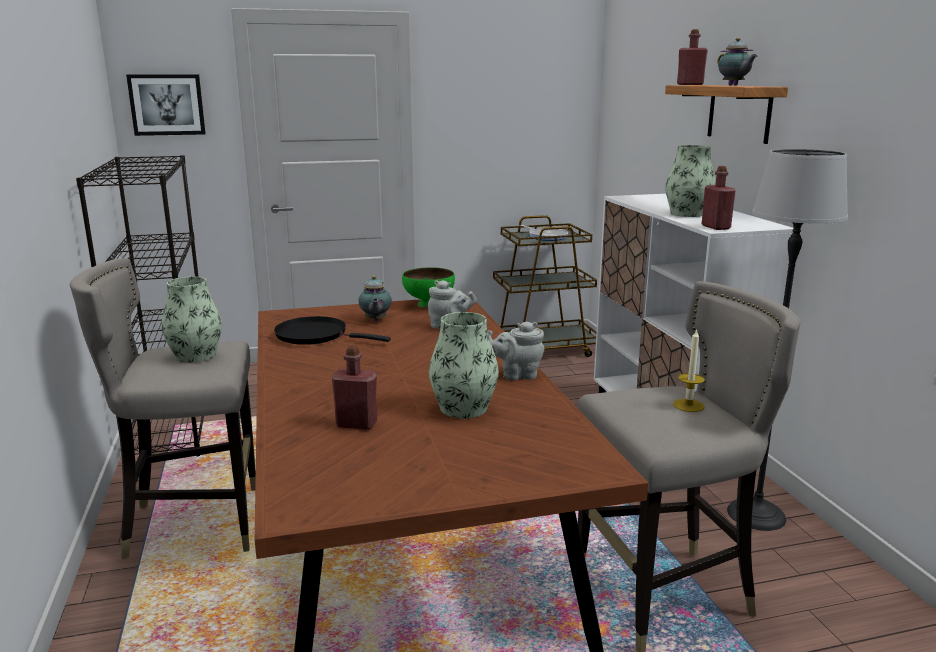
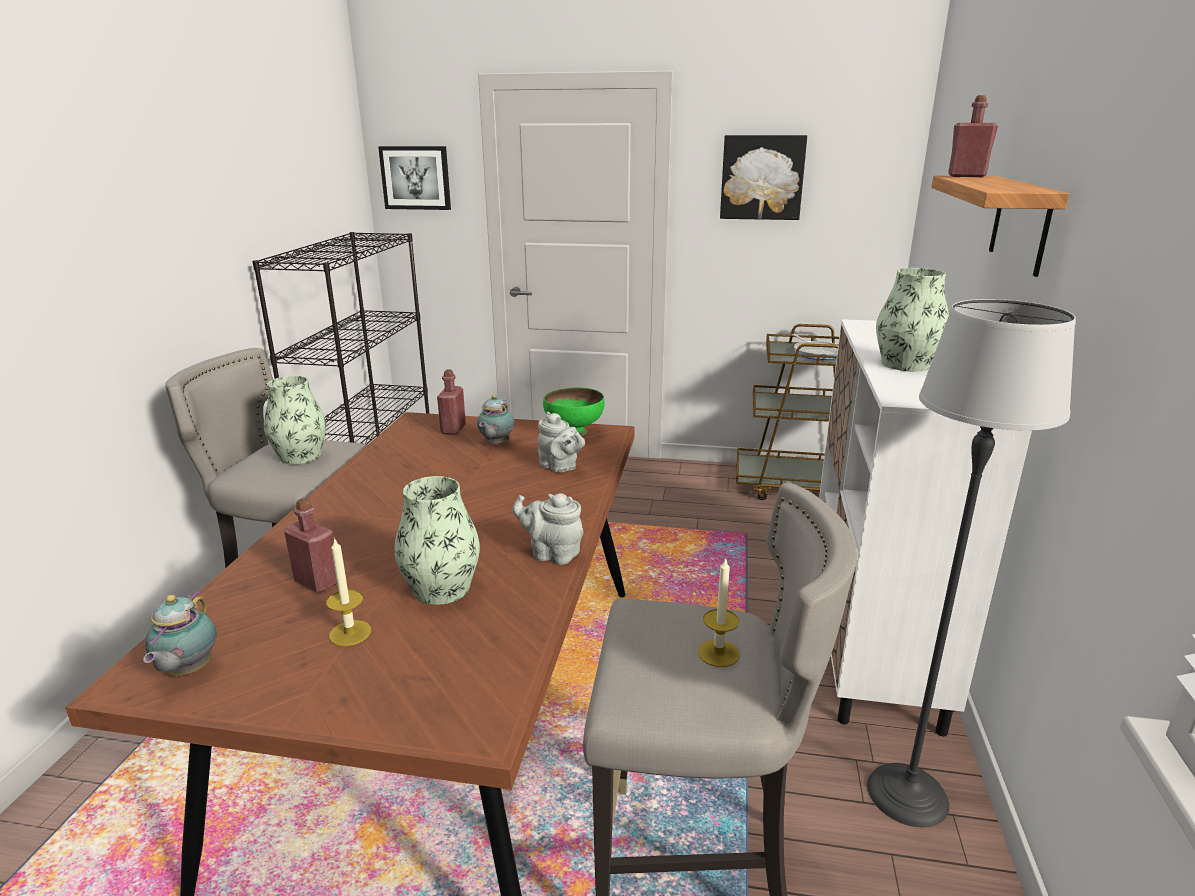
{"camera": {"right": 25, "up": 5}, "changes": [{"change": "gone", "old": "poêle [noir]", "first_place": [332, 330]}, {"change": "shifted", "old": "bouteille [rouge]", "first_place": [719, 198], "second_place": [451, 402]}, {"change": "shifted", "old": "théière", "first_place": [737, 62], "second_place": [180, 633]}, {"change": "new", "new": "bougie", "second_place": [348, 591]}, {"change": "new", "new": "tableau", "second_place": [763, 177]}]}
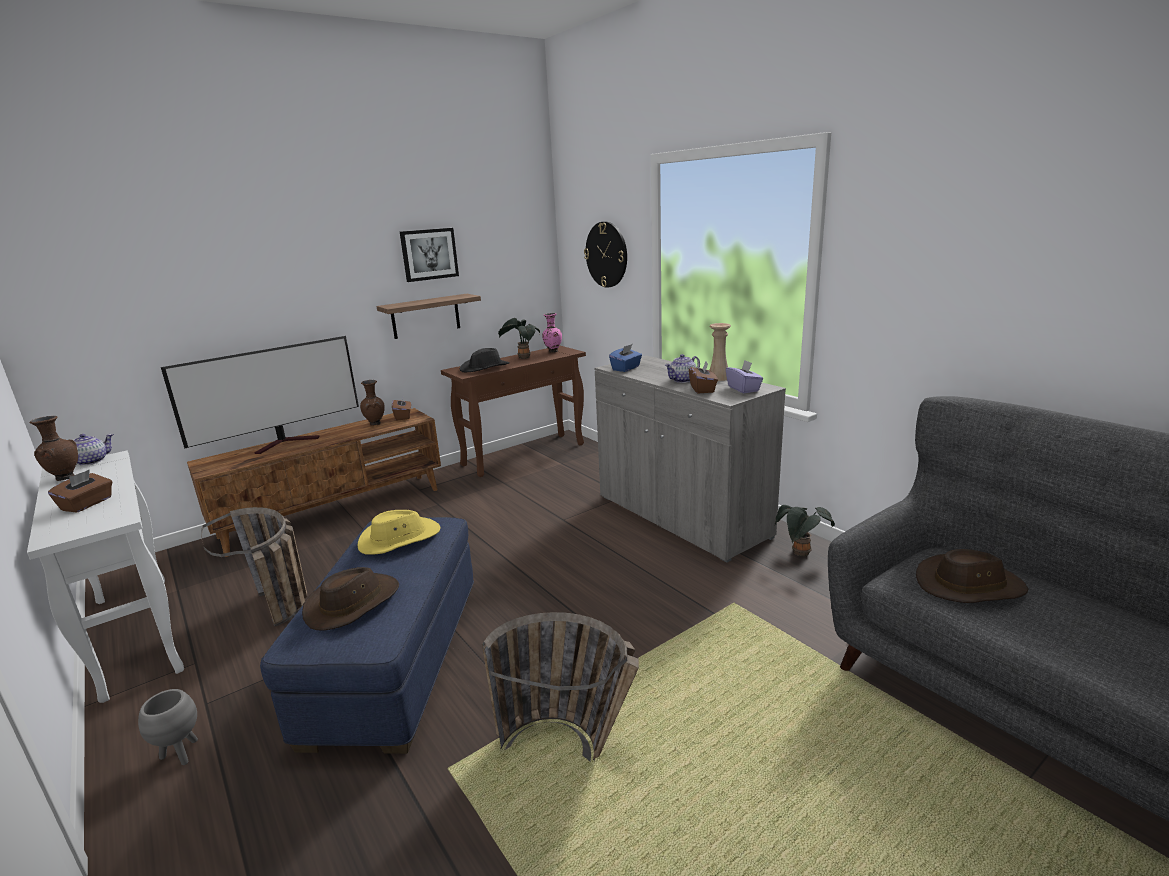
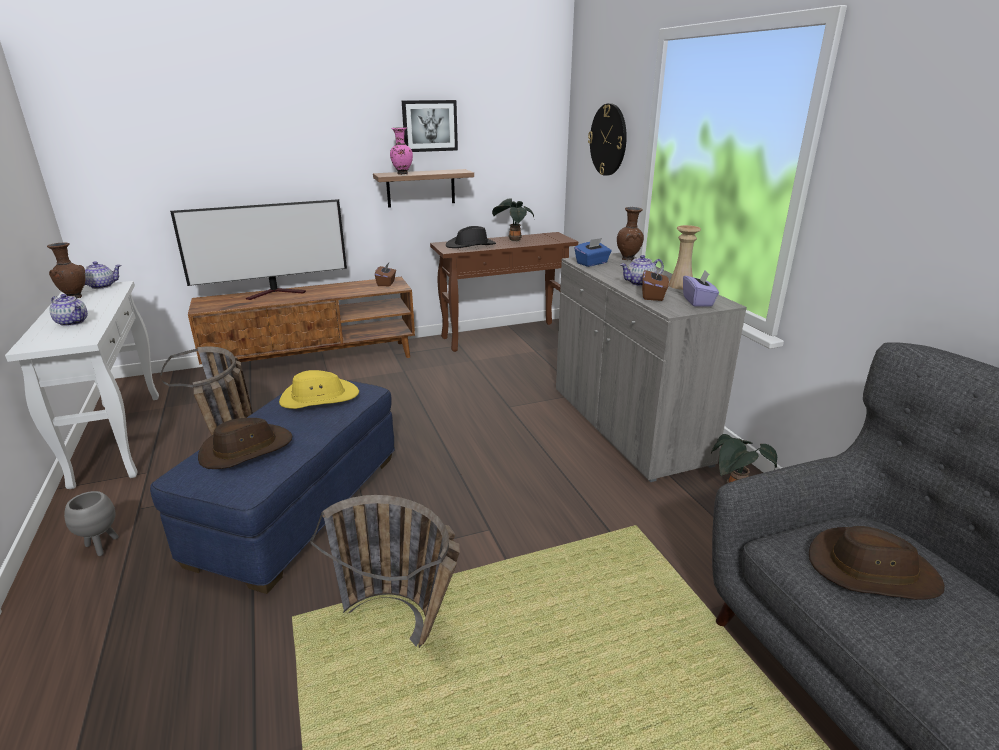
{"camera": {"right": 15, "up": 5}, "changes": [{"change": "swapped", "old": "boîte à mouchoirs [marron]", "new": "théière", "first_place": [80, 491], "second_place": [68, 310]}, {"change": "shifted", "old": "vase [marron]", "first_place": [372, 403], "second_place": [630, 234]}, {"change": "shifted", "old": "vase [rose]", "first_place": [552, 333], "second_place": [401, 151]}]}
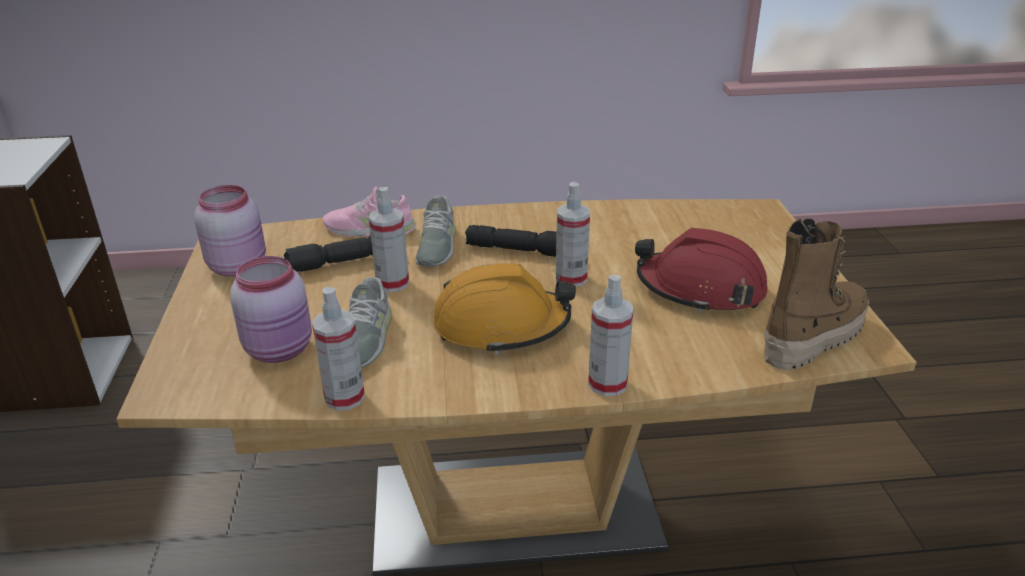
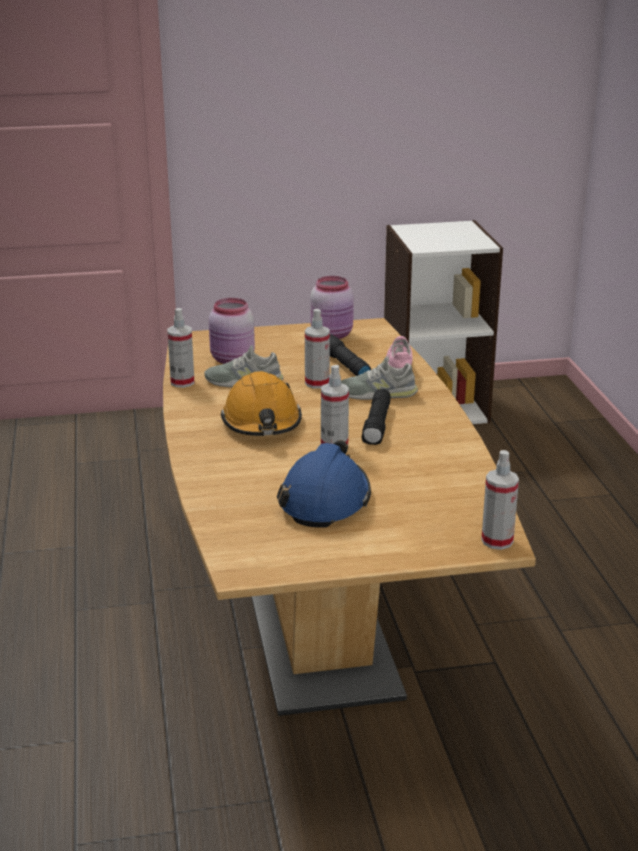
{"camera": {"right": 85, "up": -5}, "changes": [{"change": "shifted", "old": "vaporisateur", "first_place": [611, 335], "second_place": [500, 500]}, {"change": "repainted", "old": "casque de chantier [rouge]", "new": "casque de chantier [bleu]", "first_place": [701, 270], "second_place": [324, 484]}, {"change": "gone", "old": "botte", "first_place": [816, 294]}]}
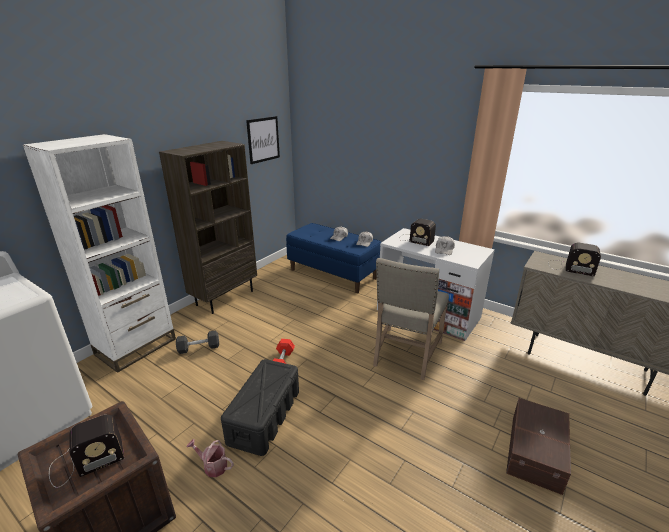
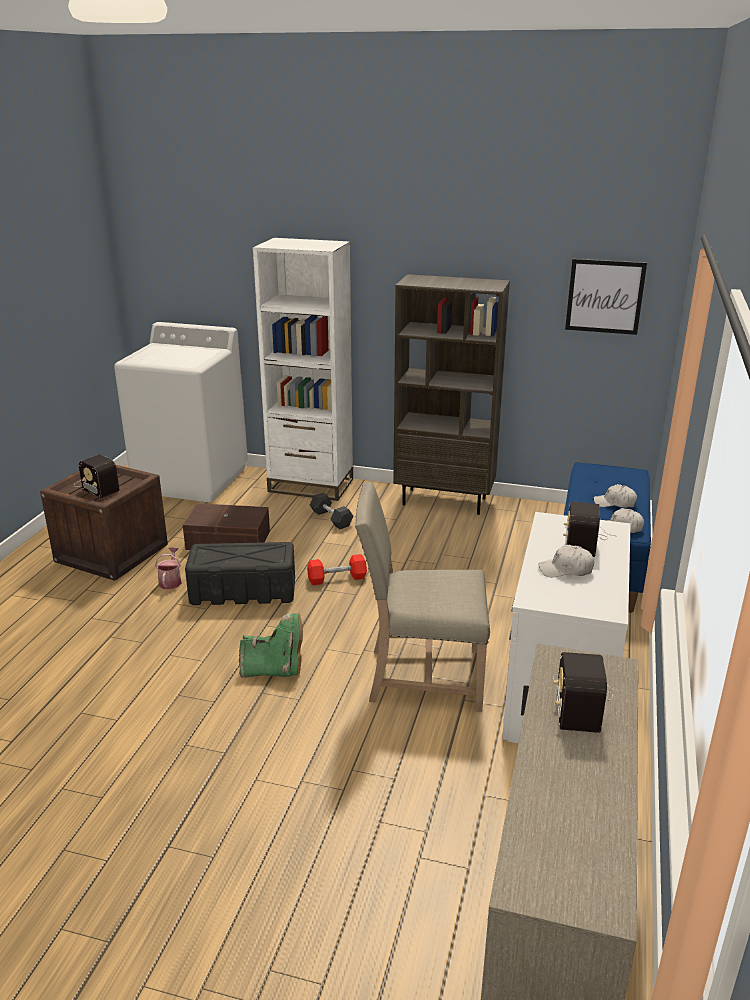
{"camera": {"right": 70, "up": 0}, "changes": [{"change": "shifted", "old": "boîte de rangement [marron]", "first_place": [538, 446], "second_place": [226, 526]}, {"change": "new", "new": "botte [vert]", "second_place": [271, 645]}]}
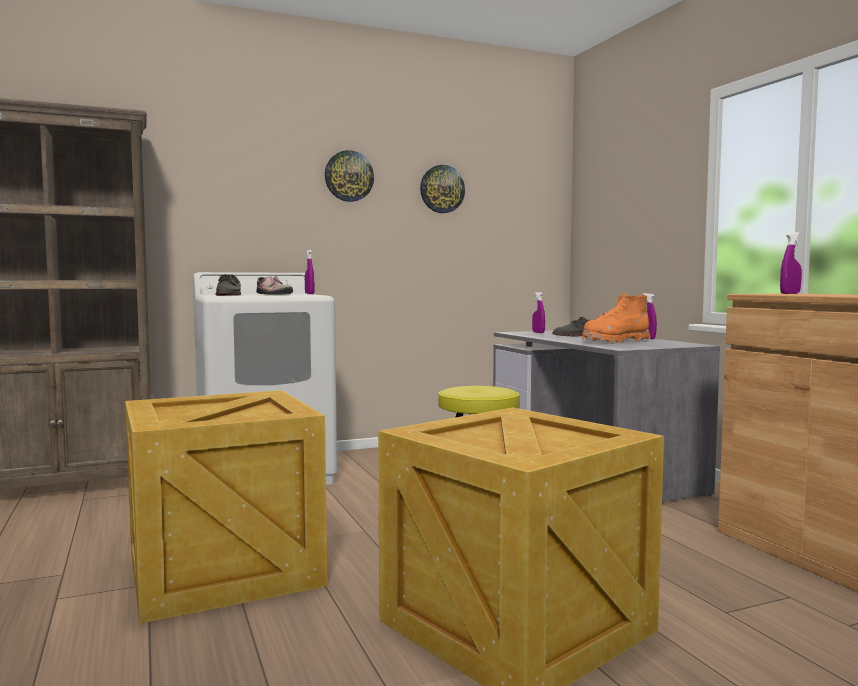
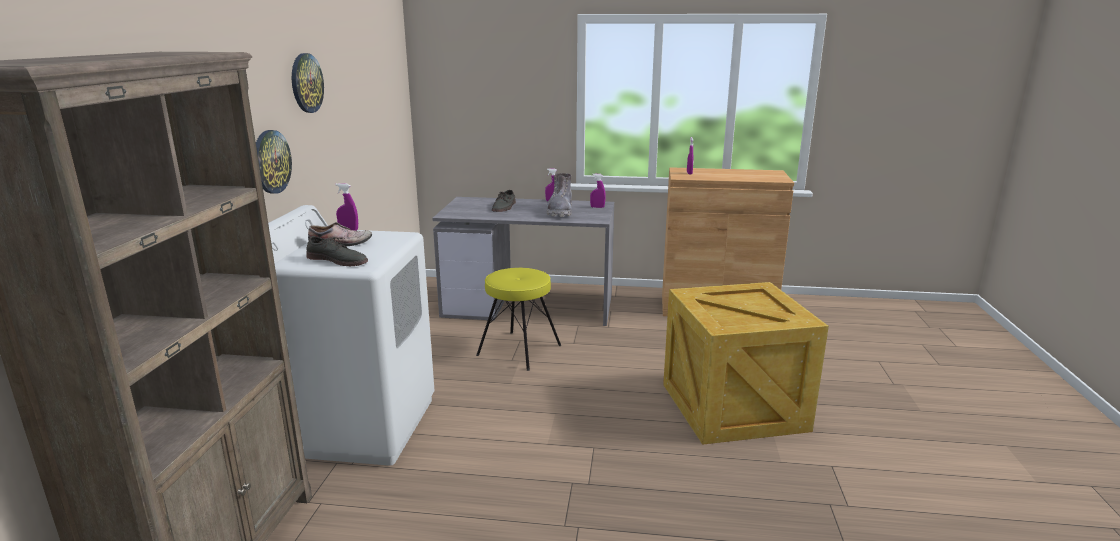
{"camera": {"right": -60, "up": 15}, "changes": [{"change": "gone", "old": "caisse", "first_place": [226, 506]}, {"change": "shifted", "old": "horloge murale", "first_place": [442, 189], "second_place": [274, 162]}, {"change": "shifted", "old": "vaporisateur [violet]", "first_place": [538, 312], "second_place": [598, 191]}, {"change": "repainted", "old": "botte [orange]", "new": "botte [gris]", "first_place": [616, 318], "second_place": [559, 195]}]}
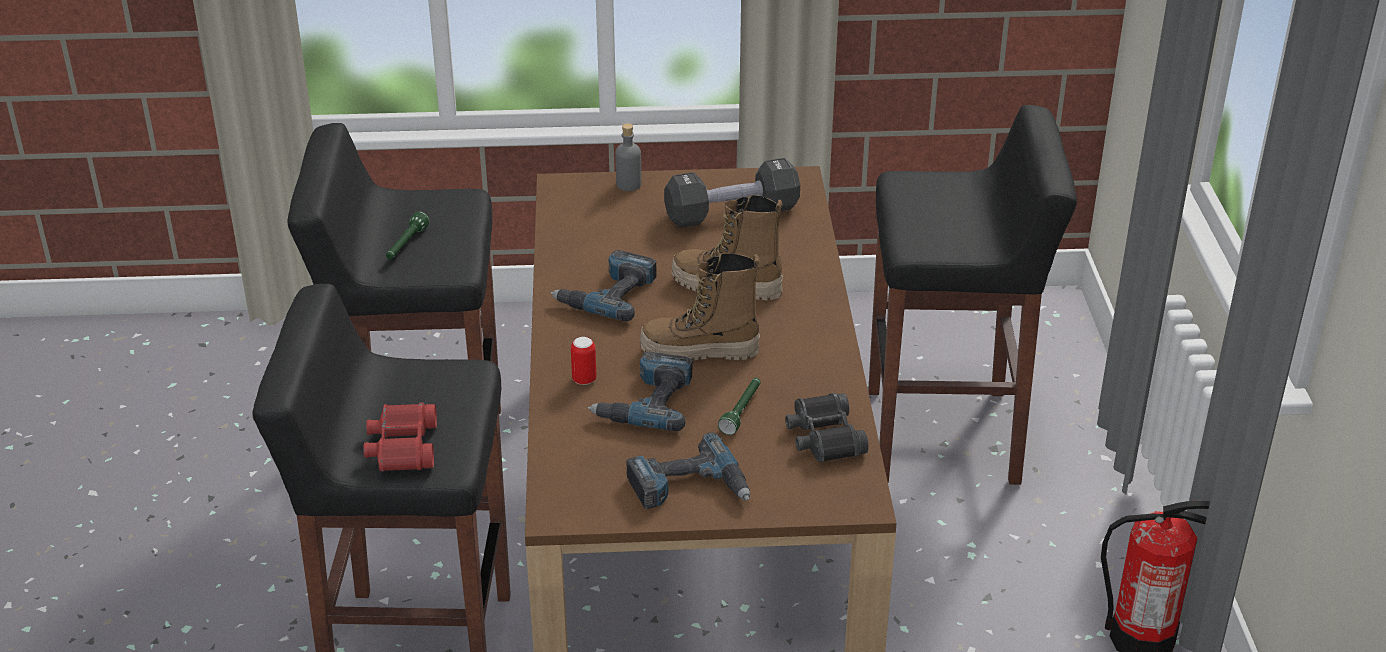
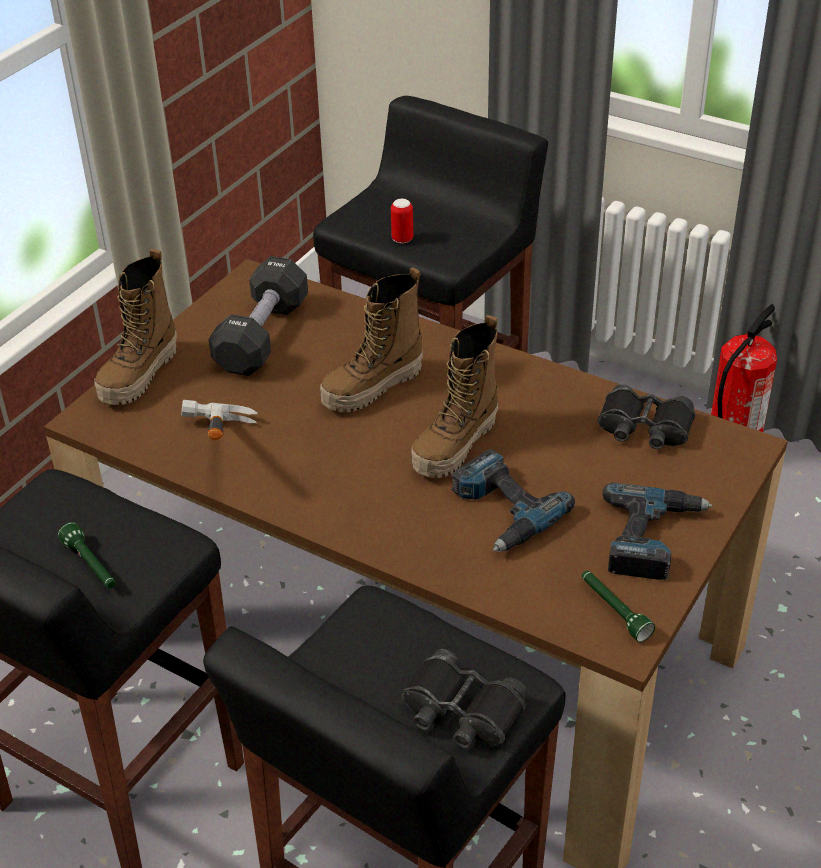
{"camera": {"right": -55, "up": 5}, "changes": [{"change": "repainted", "old": "jumelles [rouge]", "new": "jumelles [noir]", "first_place": [400, 437], "second_place": [464, 698]}, {"change": "gone", "old": "perceuse", "first_place": [603, 285]}, {"change": "shifted", "old": "boîte métallique", "first_place": [584, 361], "second_place": [402, 221]}, {"change": "swapped", "old": "bouteille [gris]", "new": "botte", "first_place": [628, 157], "second_place": [135, 327]}, {"change": "shifted", "old": "lampe de poche [vert]", "first_place": [739, 406], "second_place": [618, 606]}, {"change": "new", "new": "marteau", "second_place": [219, 420]}]}
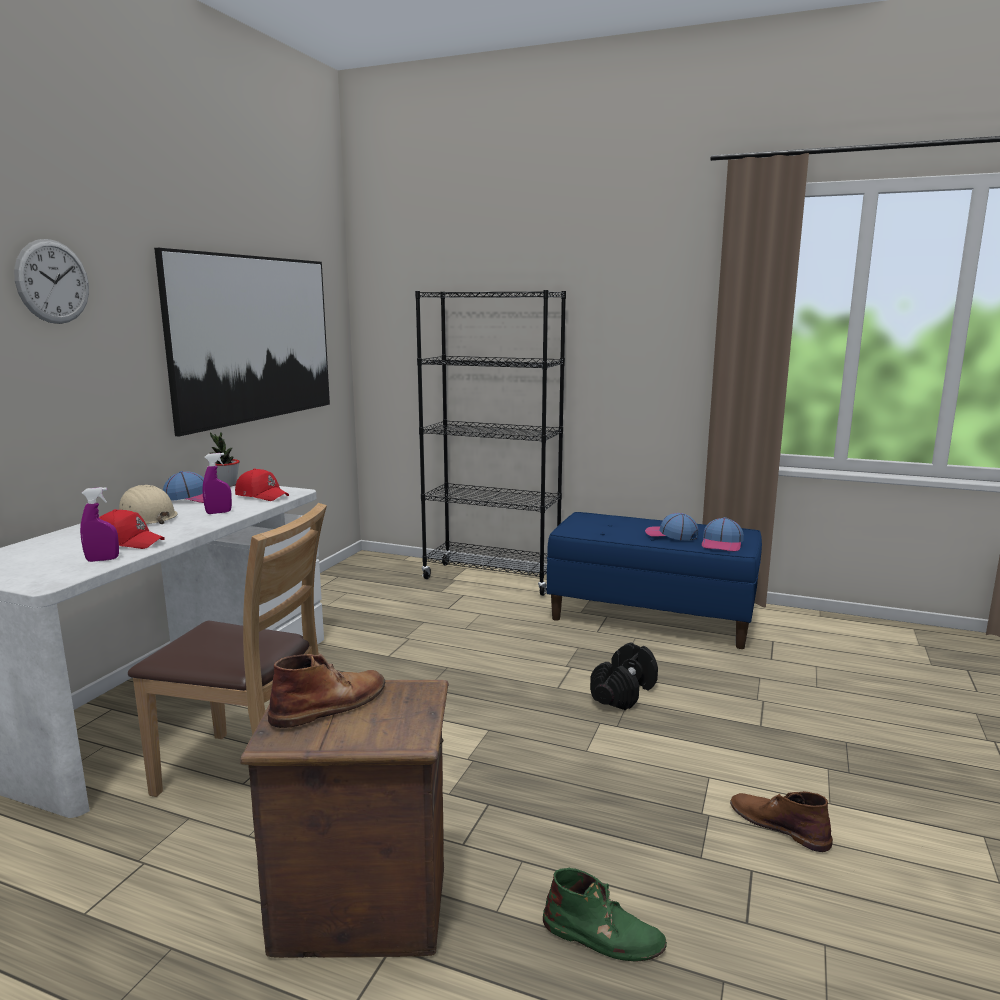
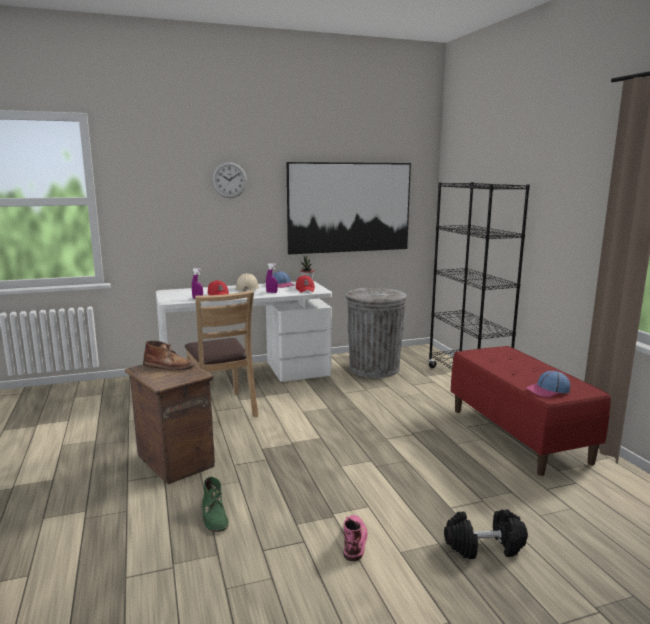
{"camera": {"right": 50, "up": 0}, "changes": [{"change": "repainted", "old": "banc [bleu]", "new": "banc [rouge]", "first_place": [654, 580], "second_place": [531, 411]}, {"change": "shifted", "old": "haltère [noir]", "first_place": [624, 676], "second_place": [486, 534]}, {"change": "gone", "old": "casquette", "first_place": [671, 527]}, {"change": "repainted", "old": "botte [marron]", "new": "botte [rose]", "first_place": [781, 821], "second_place": [355, 538]}, {"change": "new", "new": "poubelle [gris]", "second_place": [376, 333]}]}
